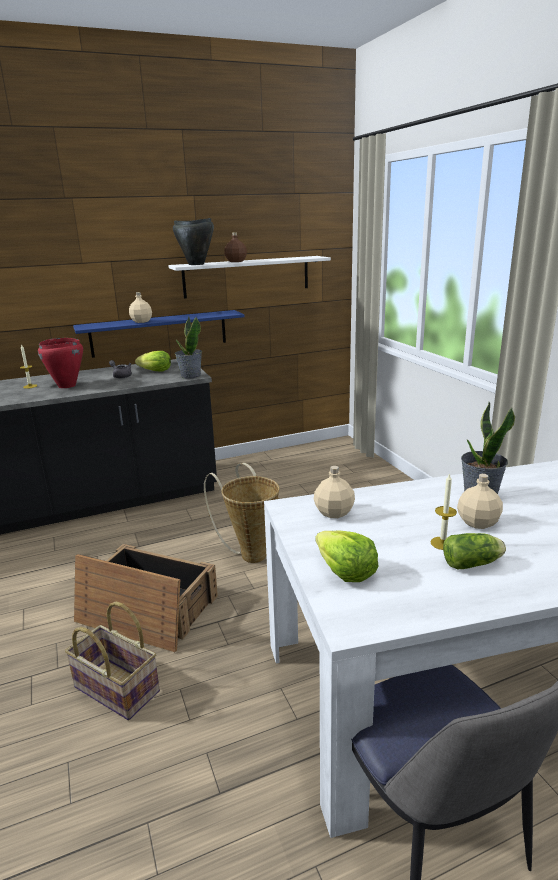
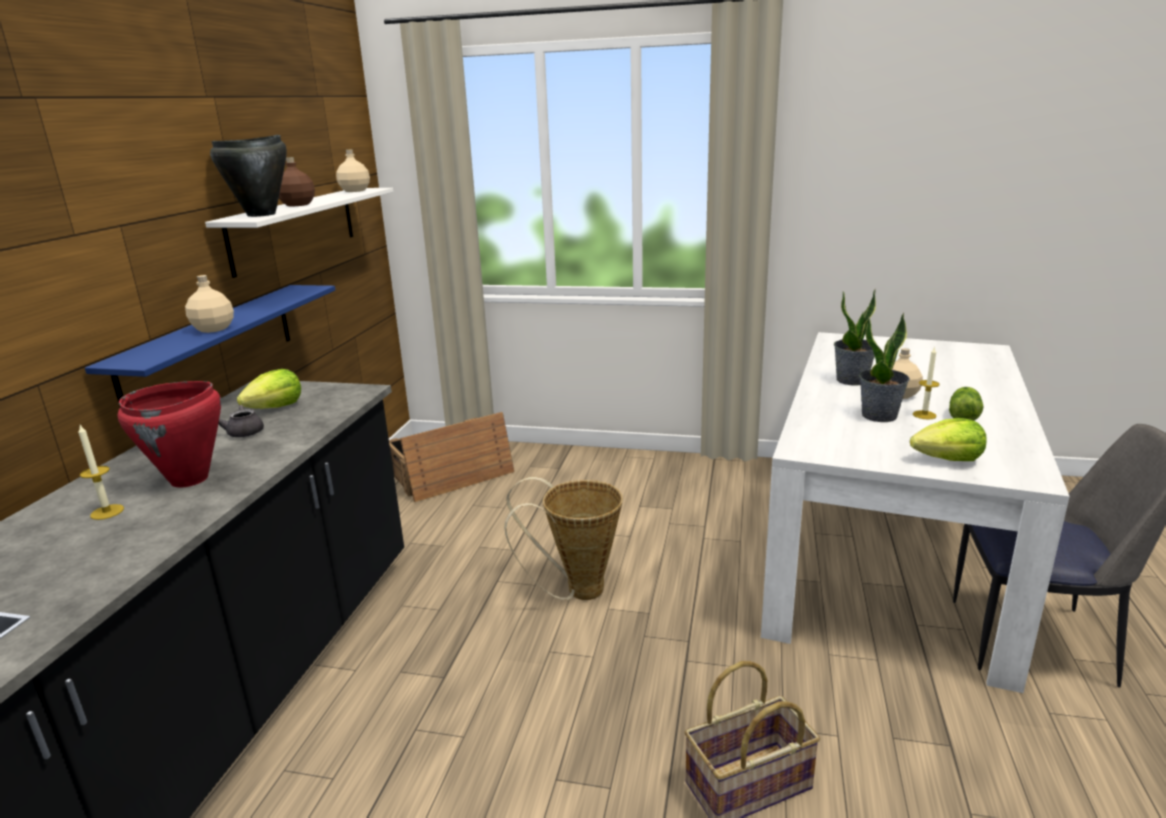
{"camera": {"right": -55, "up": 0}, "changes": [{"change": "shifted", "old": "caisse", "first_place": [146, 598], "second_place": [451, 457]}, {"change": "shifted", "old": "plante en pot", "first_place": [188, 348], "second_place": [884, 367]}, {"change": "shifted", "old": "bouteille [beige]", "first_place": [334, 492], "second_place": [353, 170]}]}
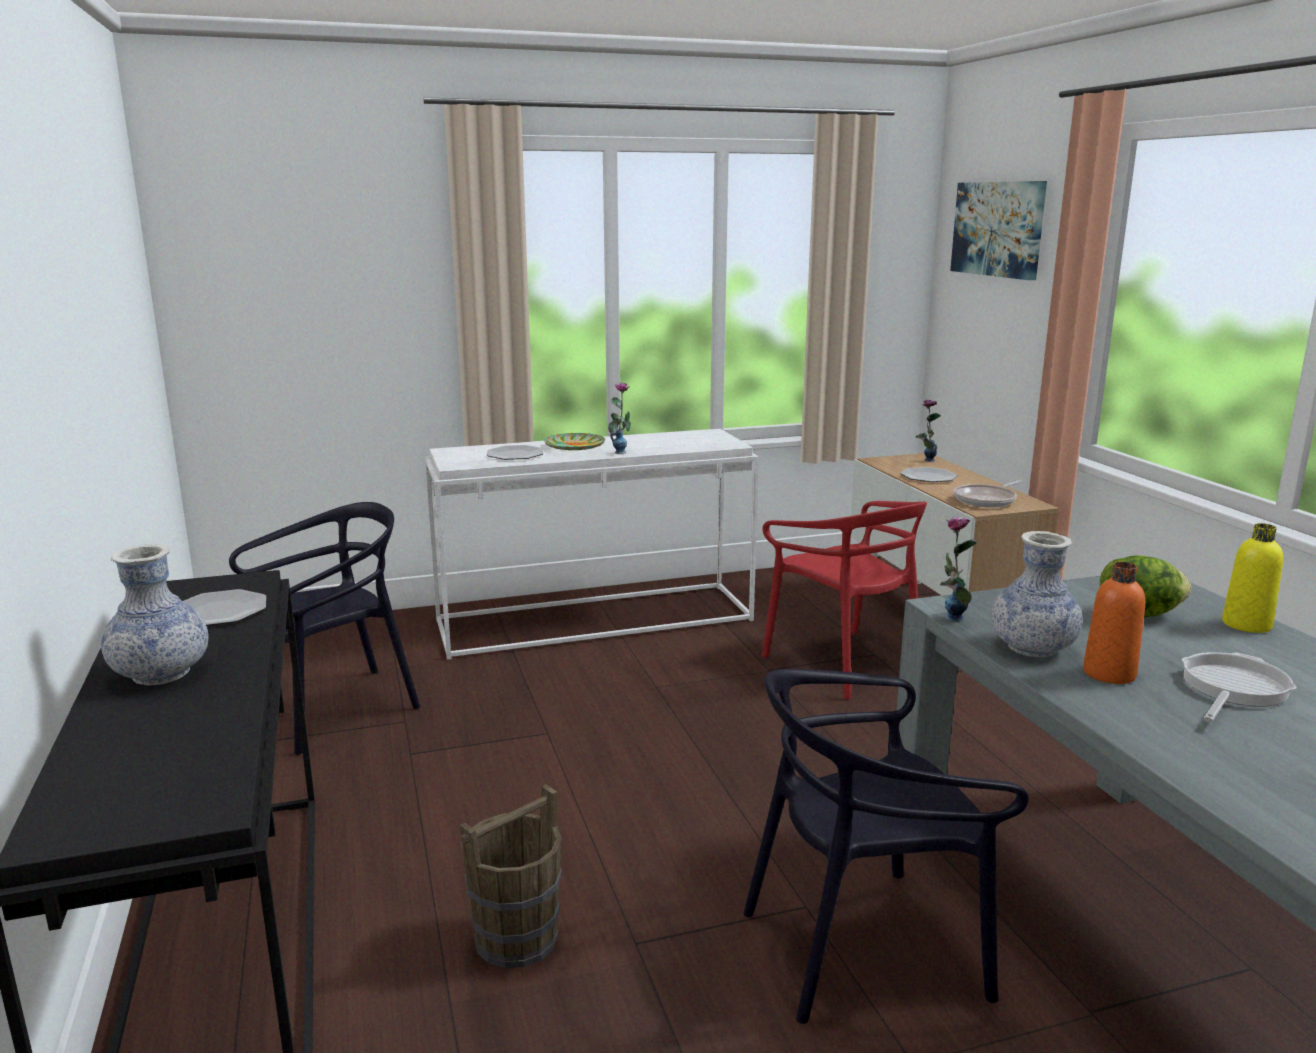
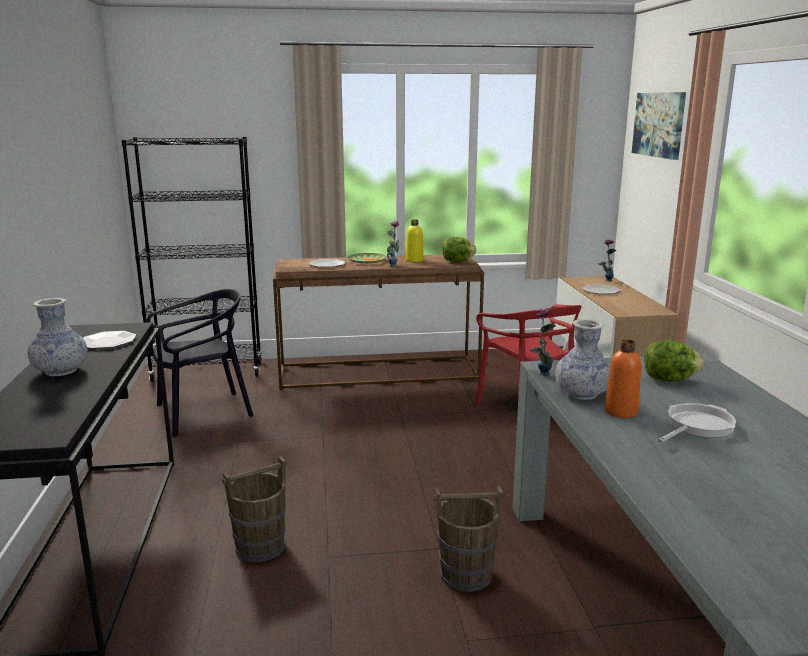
{"camera": {"right": 10, "up": 0}, "changes": [{"change": "repainted", "old": "table console [blanc]", "new": "table console [marron]", "first_place": [592, 544], "second_place": [378, 322]}, {"change": "swapped", "old": "chaise [noir]", "new": "seau [marron]", "first_place": [886, 846], "second_place": [468, 539]}, {"change": "gone", "old": "poêle", "first_place": [988, 494]}, {"change": "shifted", "old": "bouteille [jaune]", "first_place": [1252, 578], "second_place": [414, 240]}, {"change": "new", "new": "bibliothèque [noir]", "second_place": [192, 259]}, {"change": "new", "new": "laitue", "second_place": [459, 249]}]}
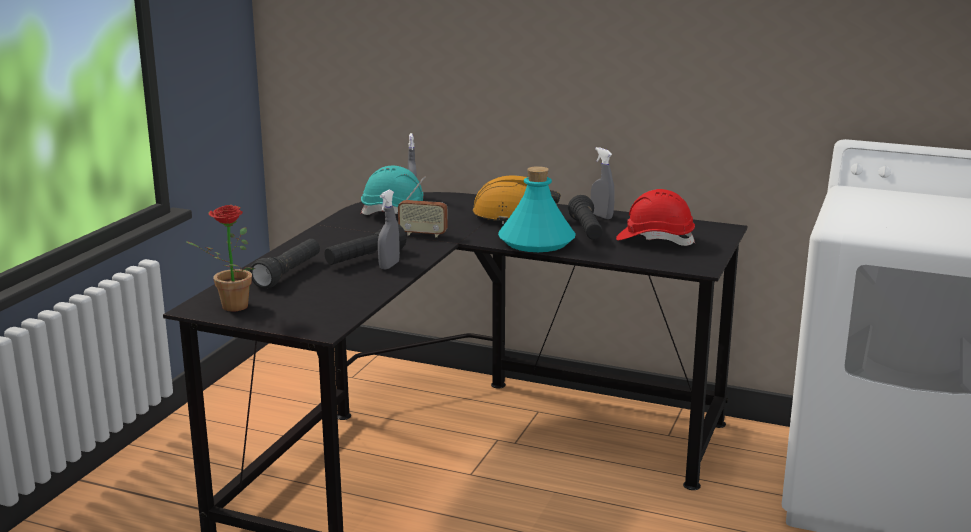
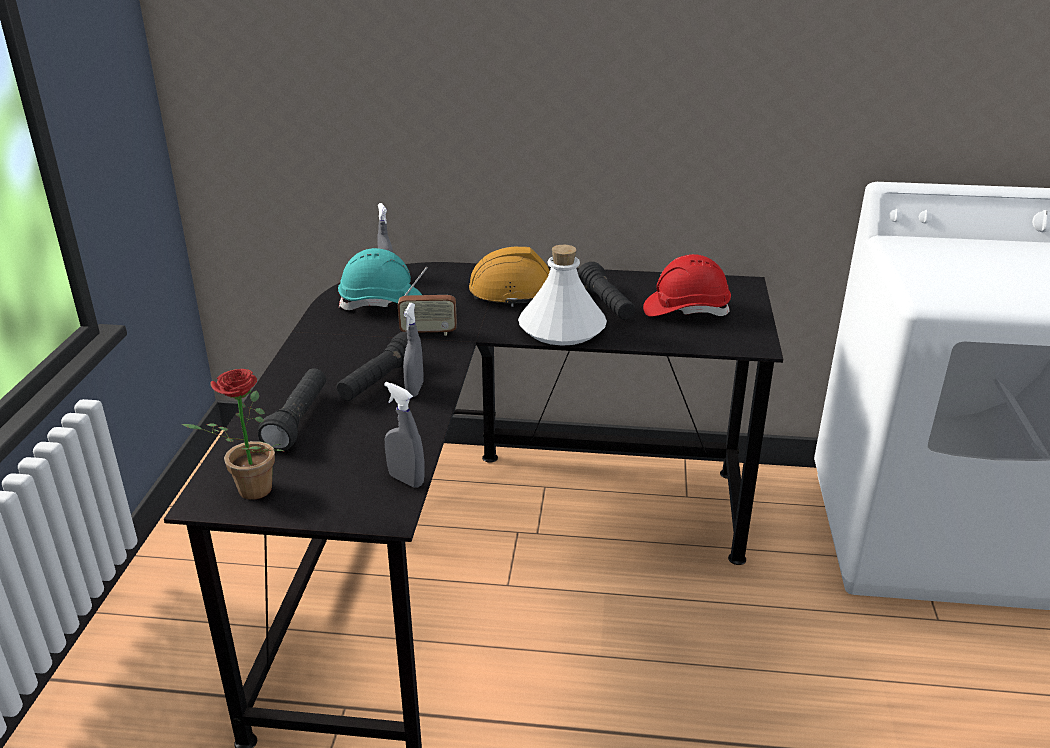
{"camera": {"right": -15, "up": 10}, "changes": [{"change": "repainted", "old": "bouteille [turquoise]", "new": "bouteille [blanc]", "first_place": [537, 209], "second_place": [562, 295]}, {"change": "shifted", "old": "vaporisateur [gris]", "first_place": [603, 183], "second_place": [404, 435]}]}
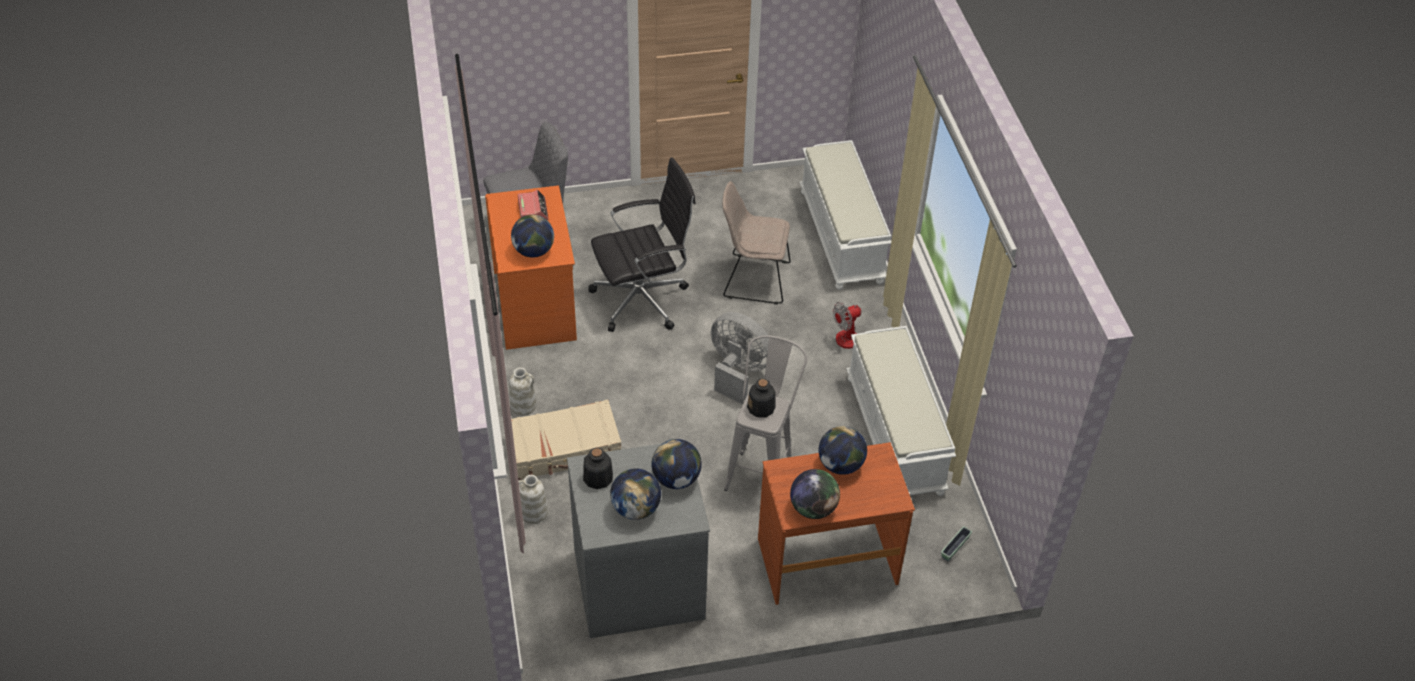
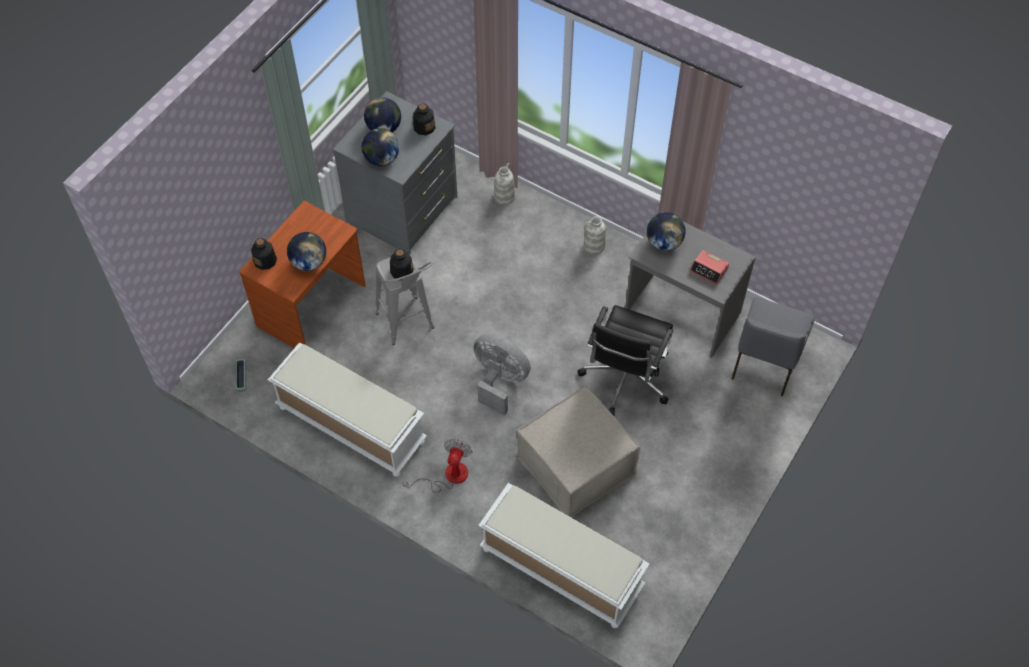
{"camera": {"right": 135, "up": 10}, "changes": [{"change": "repainted", "old": "bureau [orange]", "new": "bureau [gris]", "first_place": [531, 267], "second_place": [690, 285]}, {"change": "gone", "old": "valise [beige]", "first_place": [566, 439]}, {"change": "rotated", "old": "ventilateur [gris]", "first_place": [740, 358], "second_place": [502, 374], "degrees": -135}, {"change": "swapped", "old": "chaise [beige]", "new": "pouf [beige]", "first_place": [756, 242], "second_place": [578, 451]}, {"change": "gone", "old": "globe", "first_place": [815, 494]}, {"change": "new", "new": "bouteille", "second_place": [264, 254]}]}
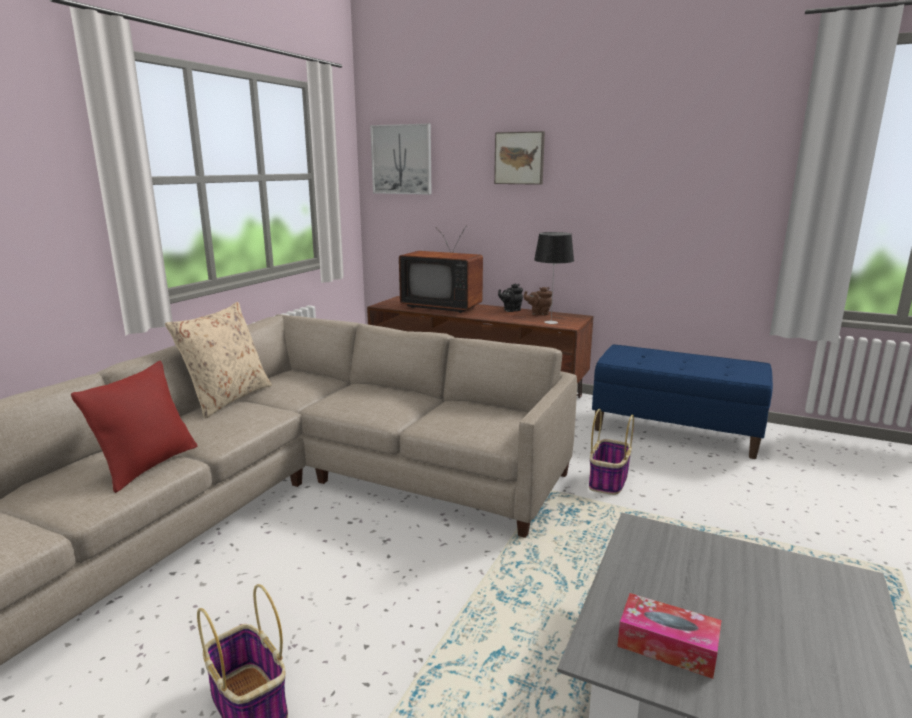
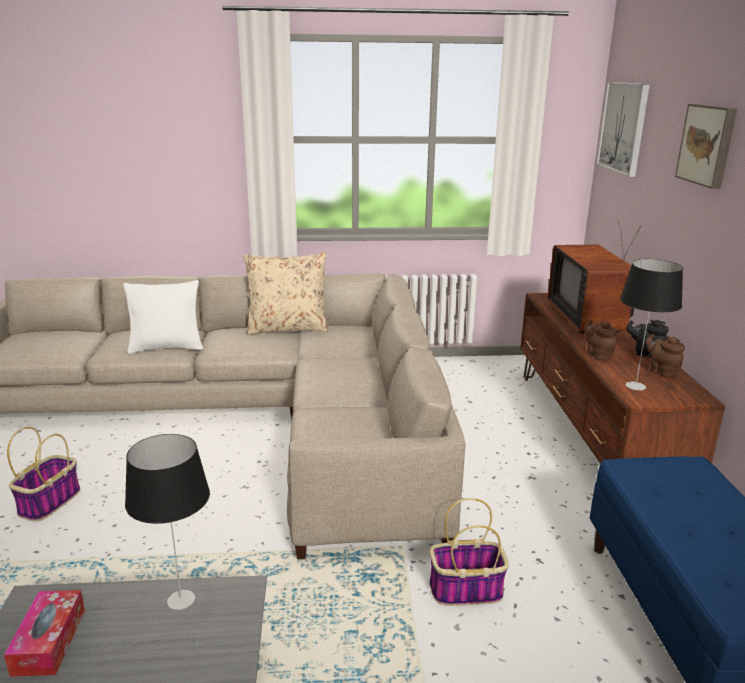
{"camera": {"right": 60, "up": 5}, "changes": [{"change": "repainted", "old": "coussin [rouge]", "new": "coussin [blanc]", "first_place": [134, 427], "second_place": [163, 317]}, {"change": "new", "new": "lampe de table", "second_place": [167, 522]}, {"change": "new", "new": "théière [marron]", "second_place": [601, 339]}]}
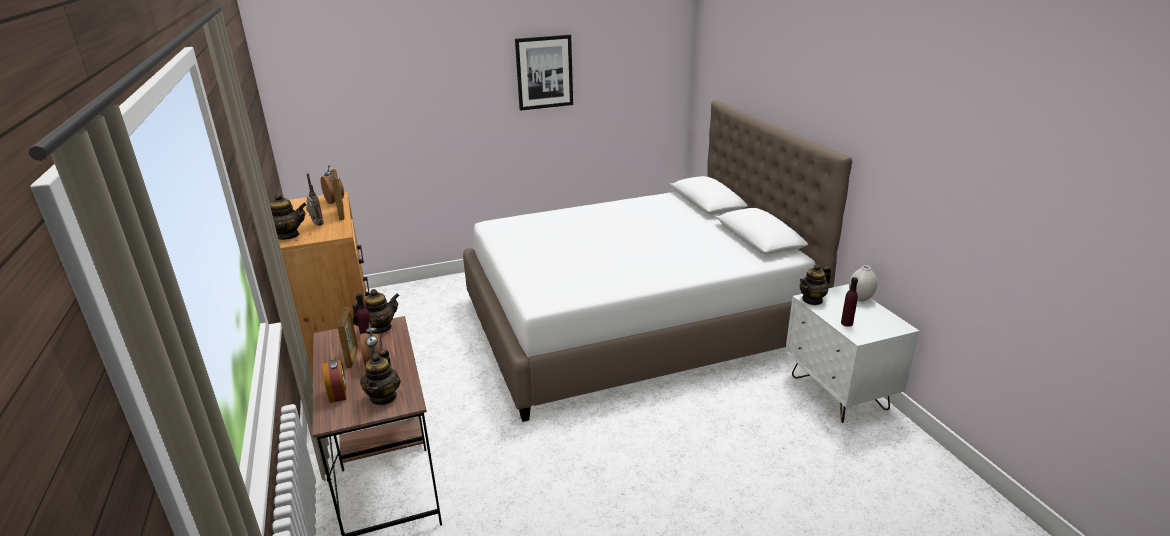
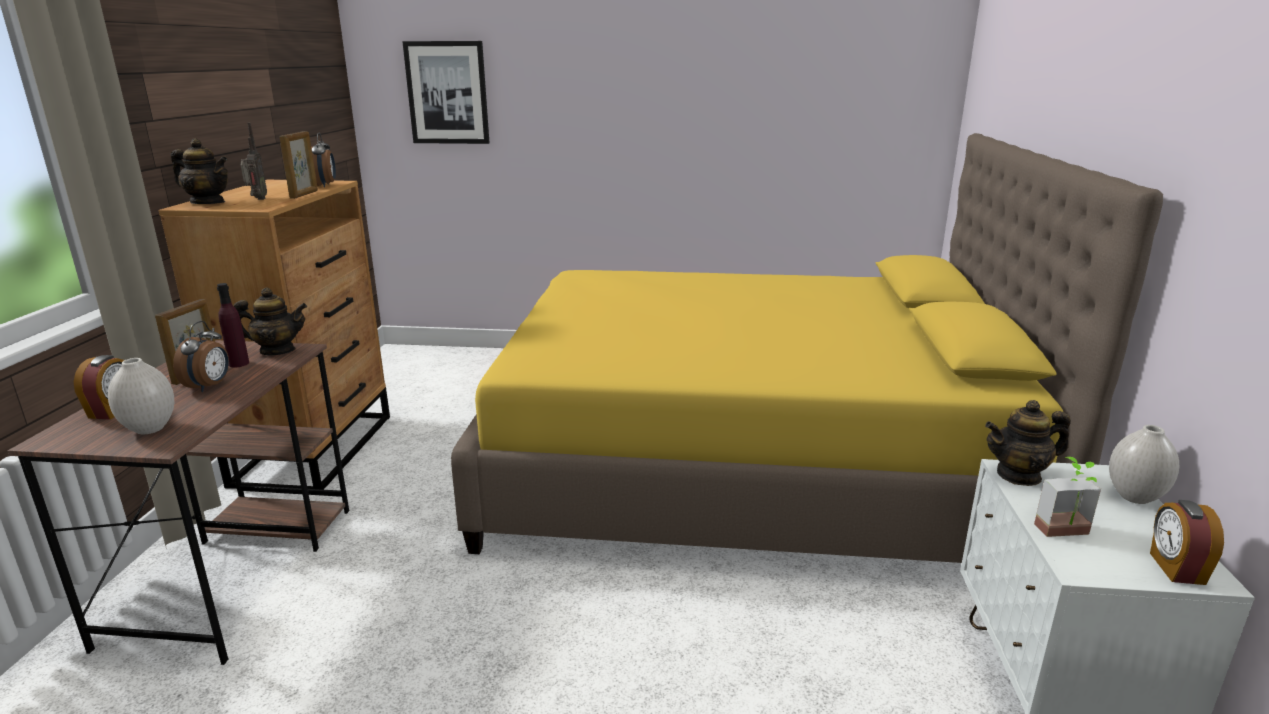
{"camera": {"right": 25, "up": -5}, "changes": [{"change": "swapped", "old": "théière", "new": "vase [blanc]", "first_place": [380, 377], "second_place": [141, 396]}, {"change": "repainted", "old": "lit [blanc]", "new": "lit [jaune]", "first_place": [657, 261], "second_place": [807, 348]}, {"change": "shifted", "old": "tableau", "first_place": [544, 73], "second_place": [446, 92]}, {"change": "swapped", "old": "bouteille [violet]", "new": "plante en pot", "first_place": [849, 302], "second_place": [1067, 497]}, {"change": "new", "new": "réveil", "second_place": [1187, 542]}]}
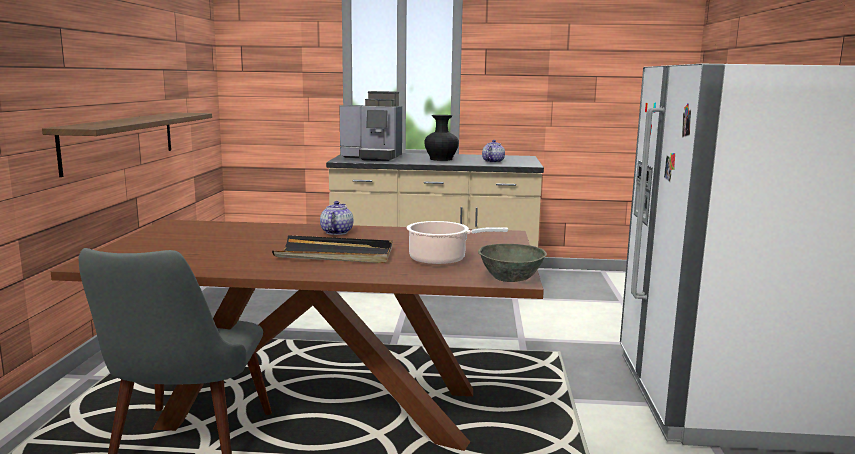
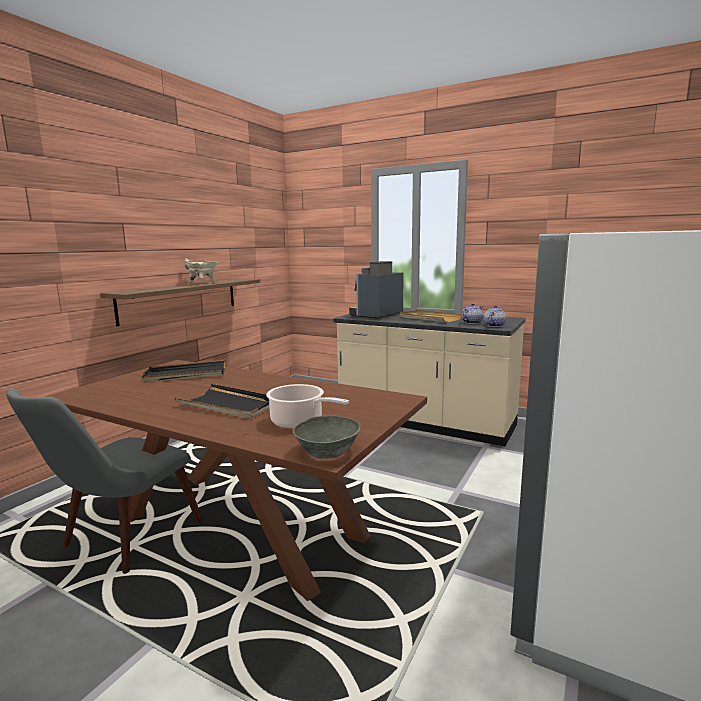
{"camera": {"right": 25, "up": 0}, "changes": [{"change": "shifted", "old": "théière", "first_place": [336, 218], "second_place": [495, 316]}, {"change": "rotated", "old": "machine à café", "first_place": [370, 126], "second_place": [376, 290], "degrees": 90}, {"change": "swapped", "old": "vase [noir]", "new": "plateau [beige]", "first_place": [441, 138], "second_place": [430, 316]}, {"change": "new", "new": "plateau [noir]", "second_place": [183, 371]}, {"change": "new", "new": "marmite [beige]", "second_place": [201, 271]}]}
